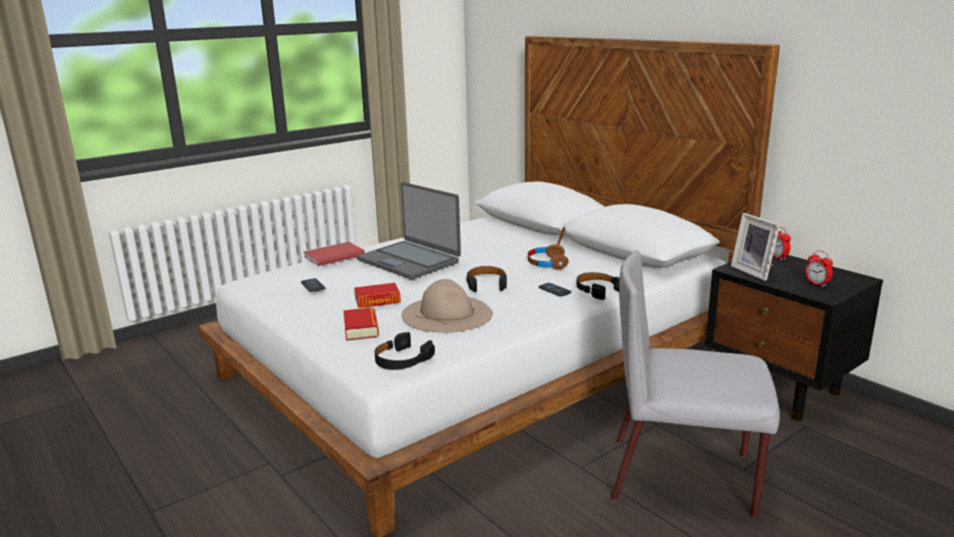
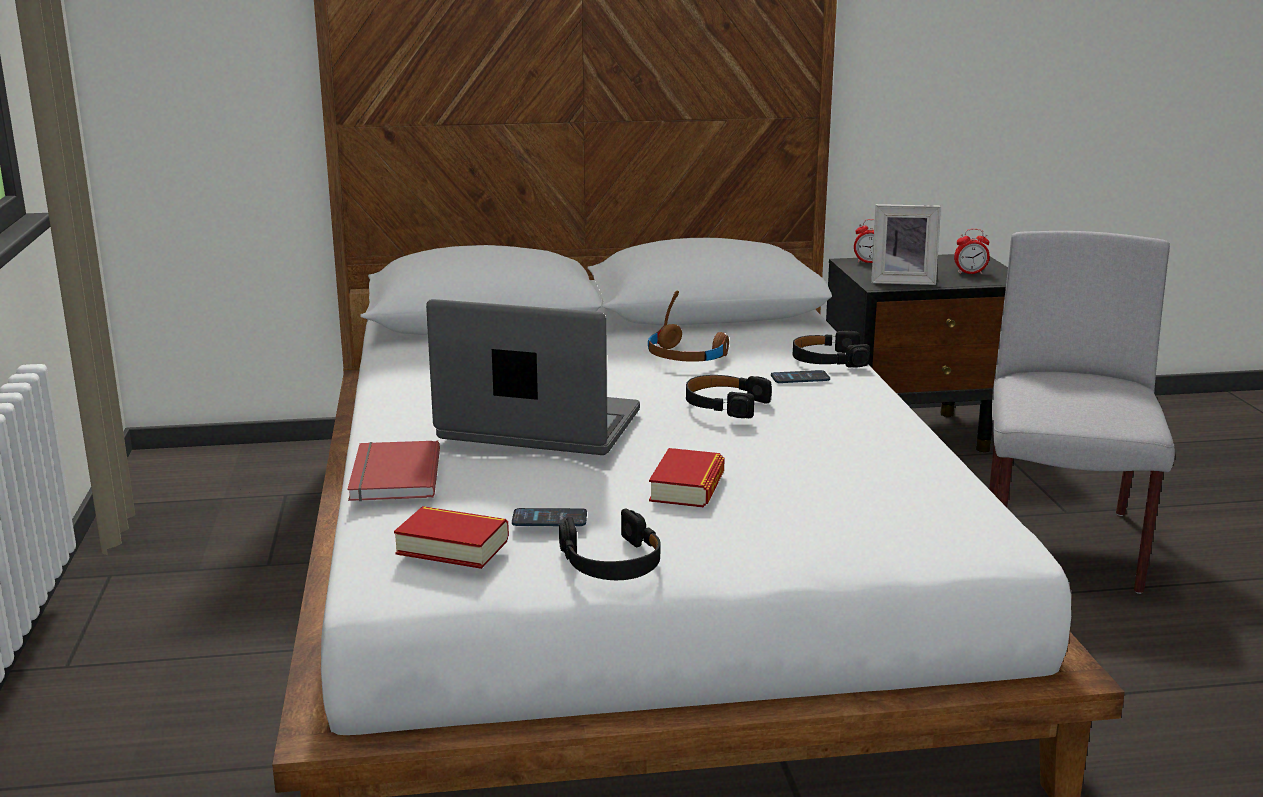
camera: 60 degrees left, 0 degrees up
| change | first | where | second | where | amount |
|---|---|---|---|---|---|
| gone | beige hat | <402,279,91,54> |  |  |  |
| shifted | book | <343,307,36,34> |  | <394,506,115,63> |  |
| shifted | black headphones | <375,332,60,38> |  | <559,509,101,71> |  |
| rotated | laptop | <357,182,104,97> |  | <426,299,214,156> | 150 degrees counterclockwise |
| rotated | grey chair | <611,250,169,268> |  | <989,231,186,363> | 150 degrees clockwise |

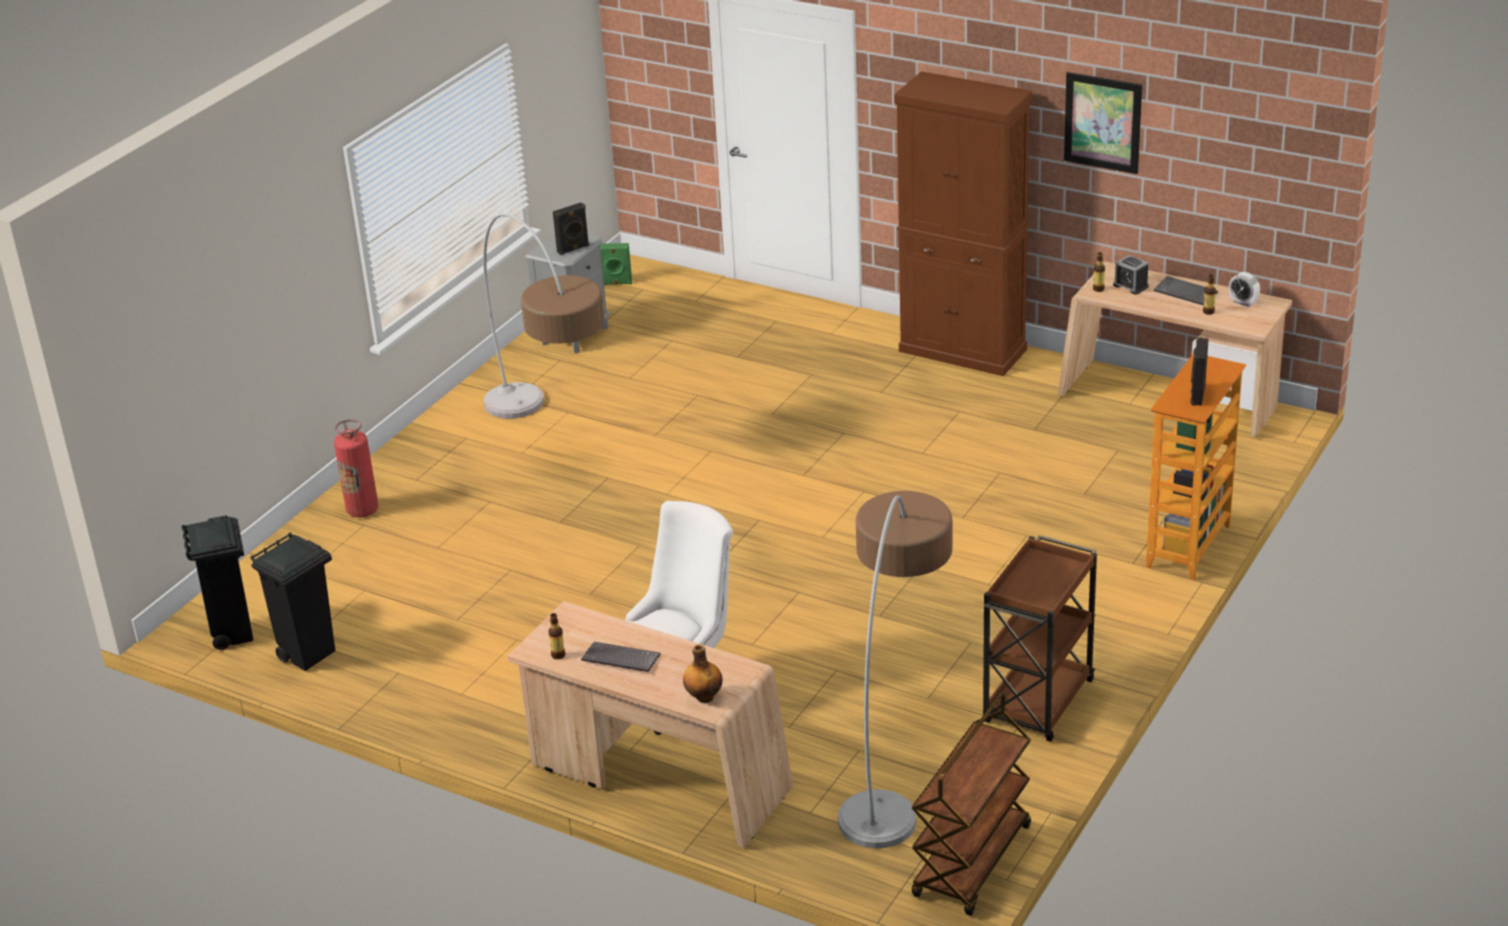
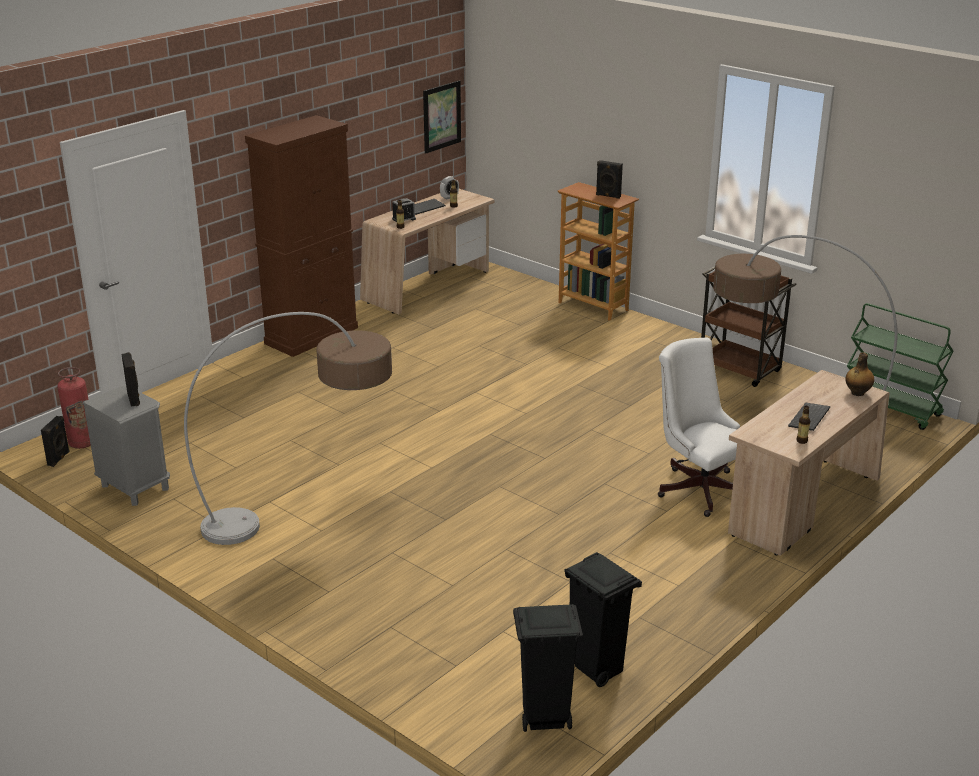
camera: 80 degrees left, 5 degrees down
| change | first | where | second | where | amount |
|---|---|---|---|---|---|
| shifted | fire extinguisher | <334,419,45,99> |  | <57,367,34,82> |  |
| shifted | picture | <1064,72,78,102> |  | <423,80,38,74> |  |
| repainted | green speaker | <600,243,32,42> | black speaker | <41,416,29,51> |  |
| repainted | brown cart | <912,692,119,224> | green cart | <847,303,106,127> |  |

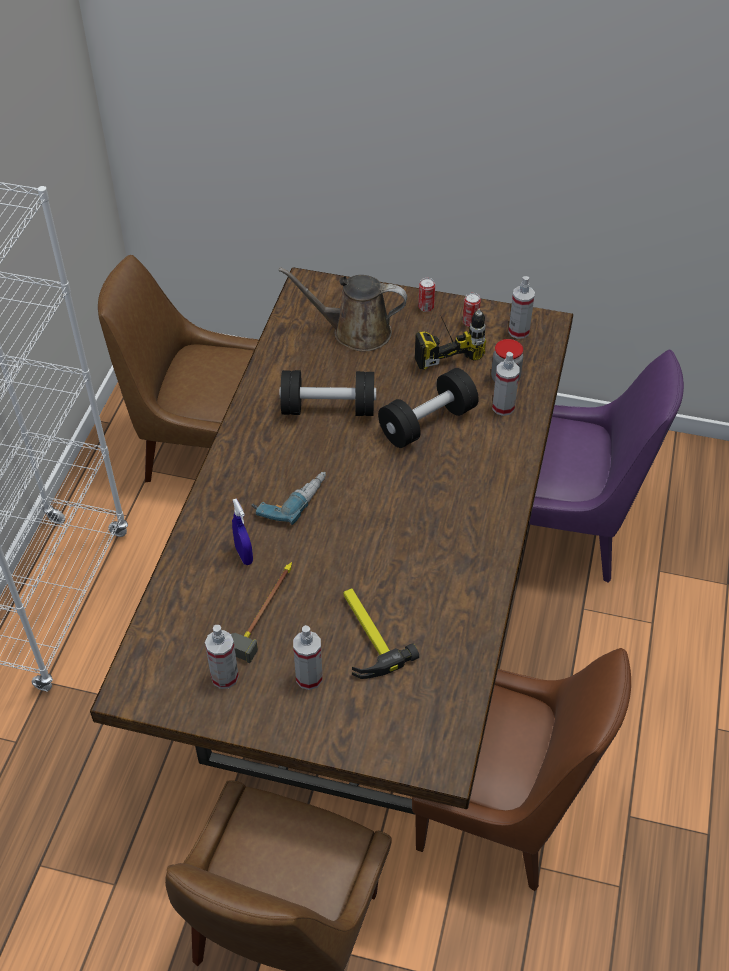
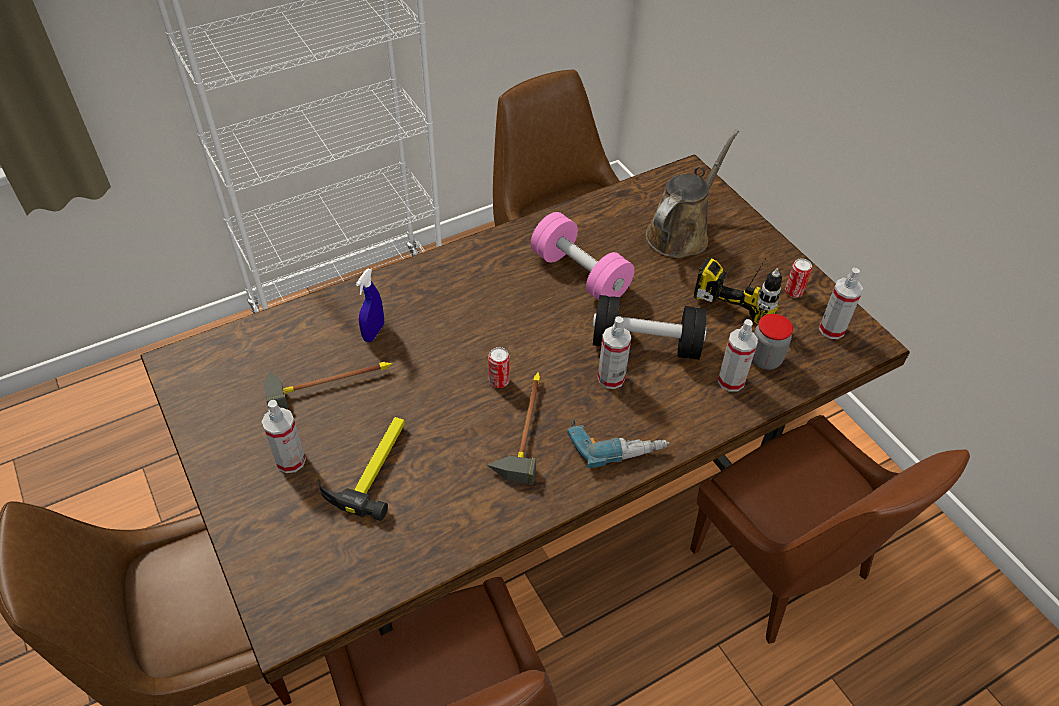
camera: 45 degrees right, 0 degrees up
| change | first | where | second | where | amount |
|---|---|---|---|---|---|
| new |  |  | hammer | <487,373,53,112> |  |
| shifted | spray bottle | <205,625,34,64> |  | <598,316,33,73> |  |
| shifted | power drill | <251,472,75,53> |  | <567,420,103,48> |  |
| shifted | can | <418,278,17,34> |  | <488,347,21,41> |  |
| repainted | black dumbbell | <280,370,96,46> | pink dumbbell | <531,212,104,88> |  |
| repainted | purple chair | <529,350,155,233> | brown chair | <690,415,280,229> |  |
| rotated | brown watering can | <278,267,129,85> |  | <646,129,93,129> | 75 degrees clockwise |

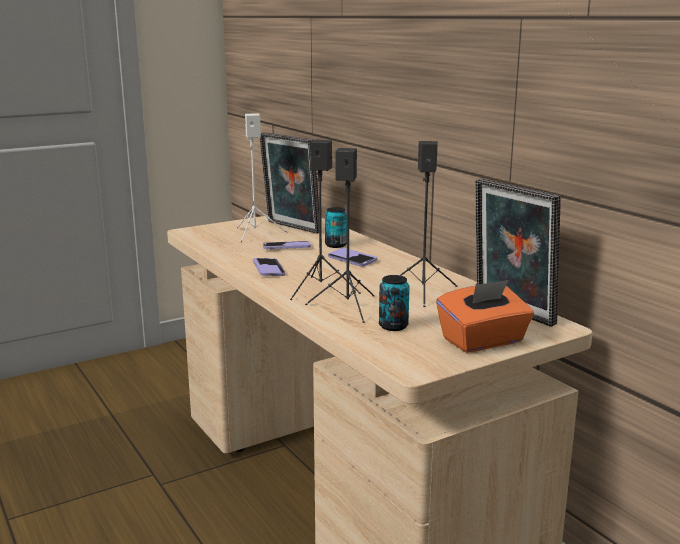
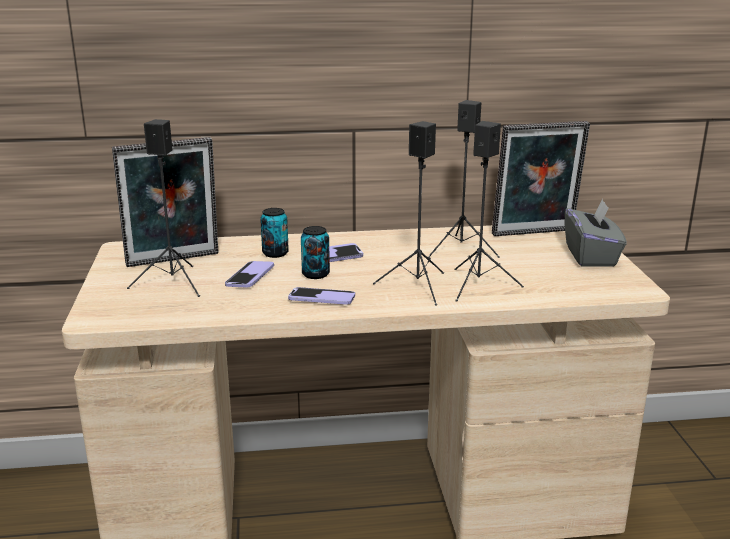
camera: 65 degrees left, 5 degrees up
| change | first | where | second | where | amount |
|---|---|---|---|---|---|
| shifted | can | <379,275,31,56> |  | <301,226,29,53> |  |
| repainted | white speaker | <236,114,52,129> | black speaker | <127,119,73,178> |  |
| repainted | orange tissue box | <436,280,98,73> | grey tissue box | <565,198,62,69> |  |

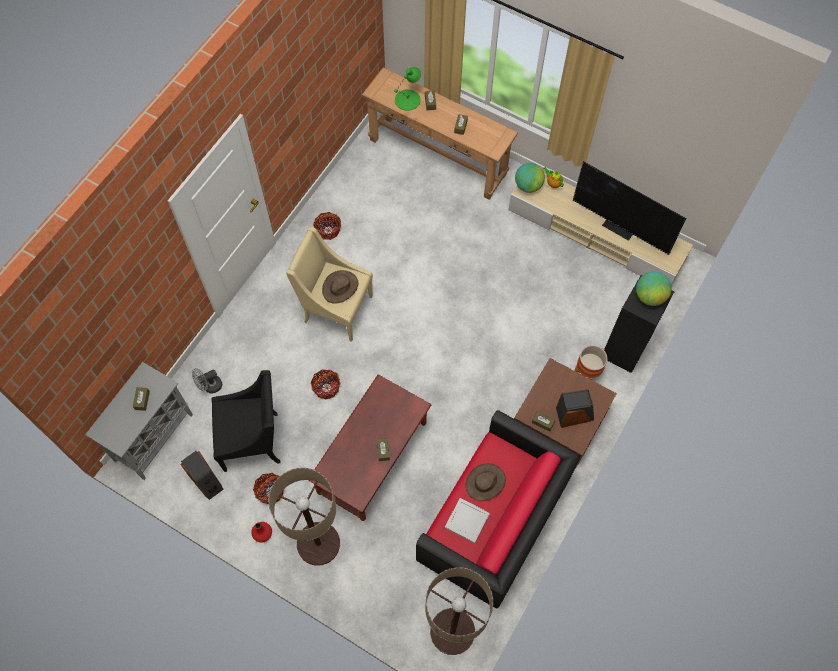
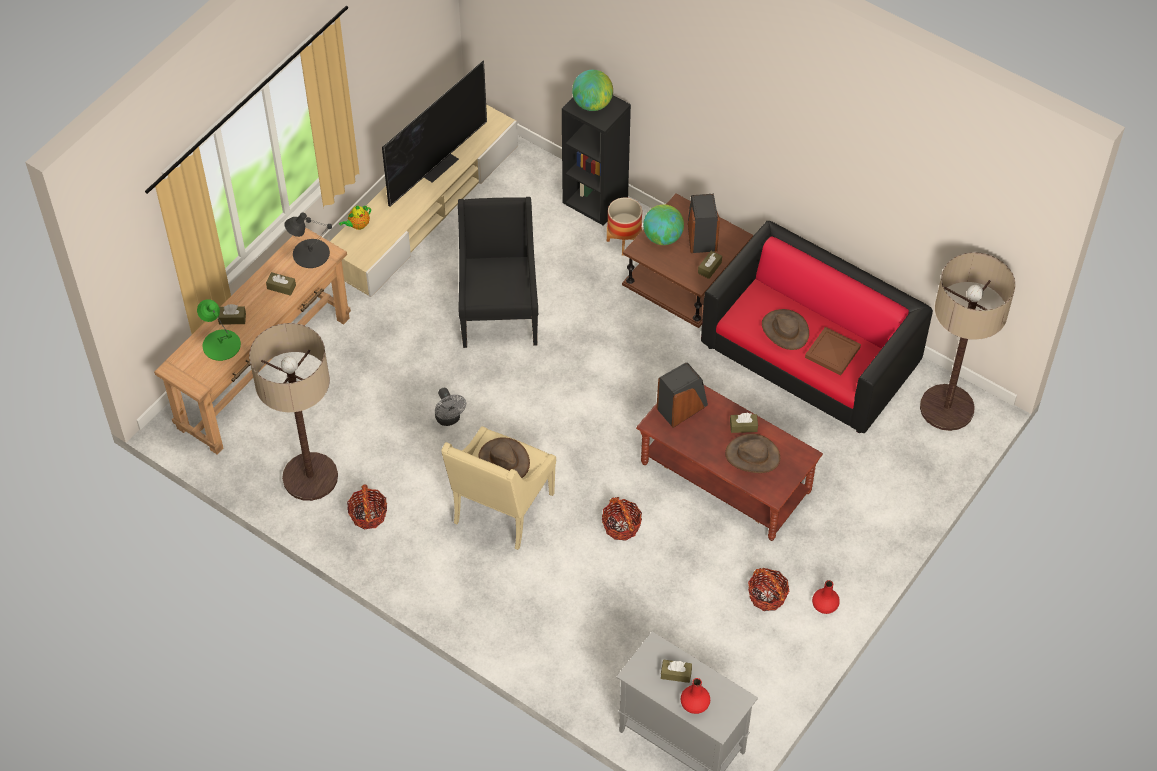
camera: 85 degrees left, 10 degrees down
| change | first | where | second | where | amount |
|---|---|---|---|---|---|
| new |  |  | black table lamp | <284,212,48,56> |  |
| new |  |  | red vase | <681,678,29,36> |  |
| new |  |  | brown hat | <725,434,55,39> |  |
| shifted | speaker | <180,451,44,49> |  | <656,363,52,65> |  |
| shifted | grey fan | <192,368,30,25> |  | <435,388,31,38> |  |
| shifted | black armchair | <212,370,69,102> |  | <458,197,80,151> |  |
| shifted | floor lamp | <268,468,72,98> |  | <249,323,89,178> |  |
| shifted | globe | <515,163,30,30> |  | <643,204,41,41> |  |
| repainted | white tray | <445,498,45,46> | brown tray | <805,327,56,49> |  |

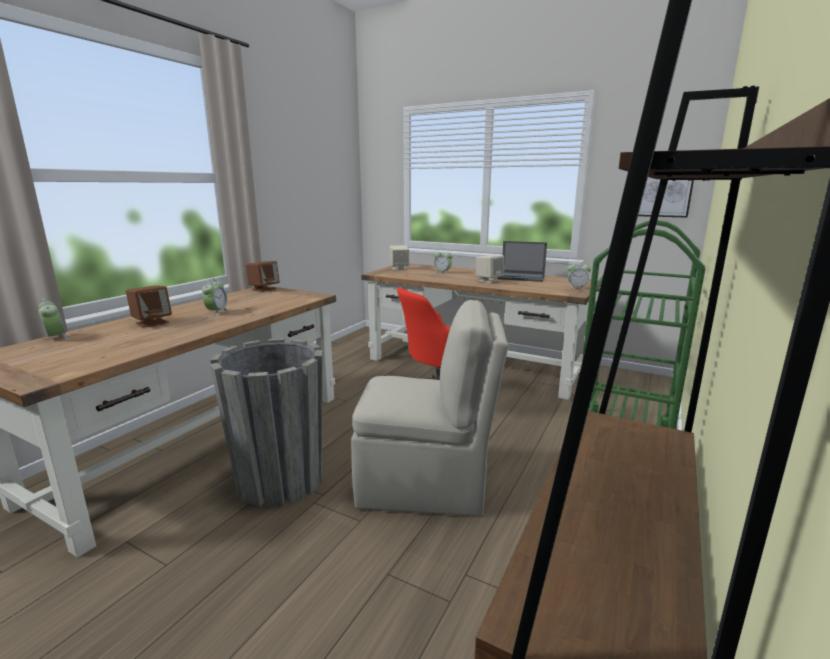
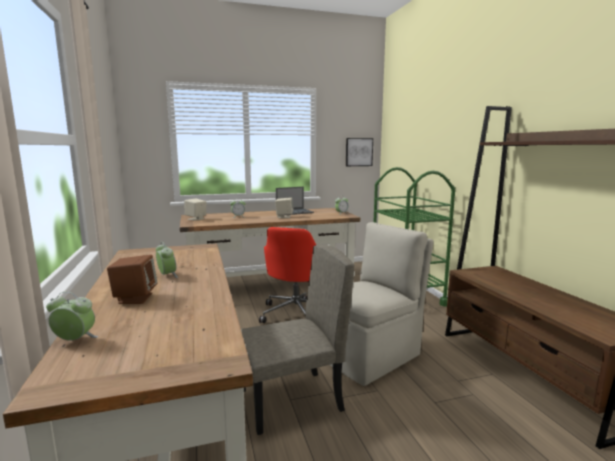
camera: 45 degrees left, 5 degrees down
| change | first | where | second | where | amount |
|---|---|---|---|---|---|
| gone | brown speaker | <246,261,34,31> |  |  |  |
| swapped | grey planter | <210,338,113,169> | beige chair | <241,245,113,190> |  |

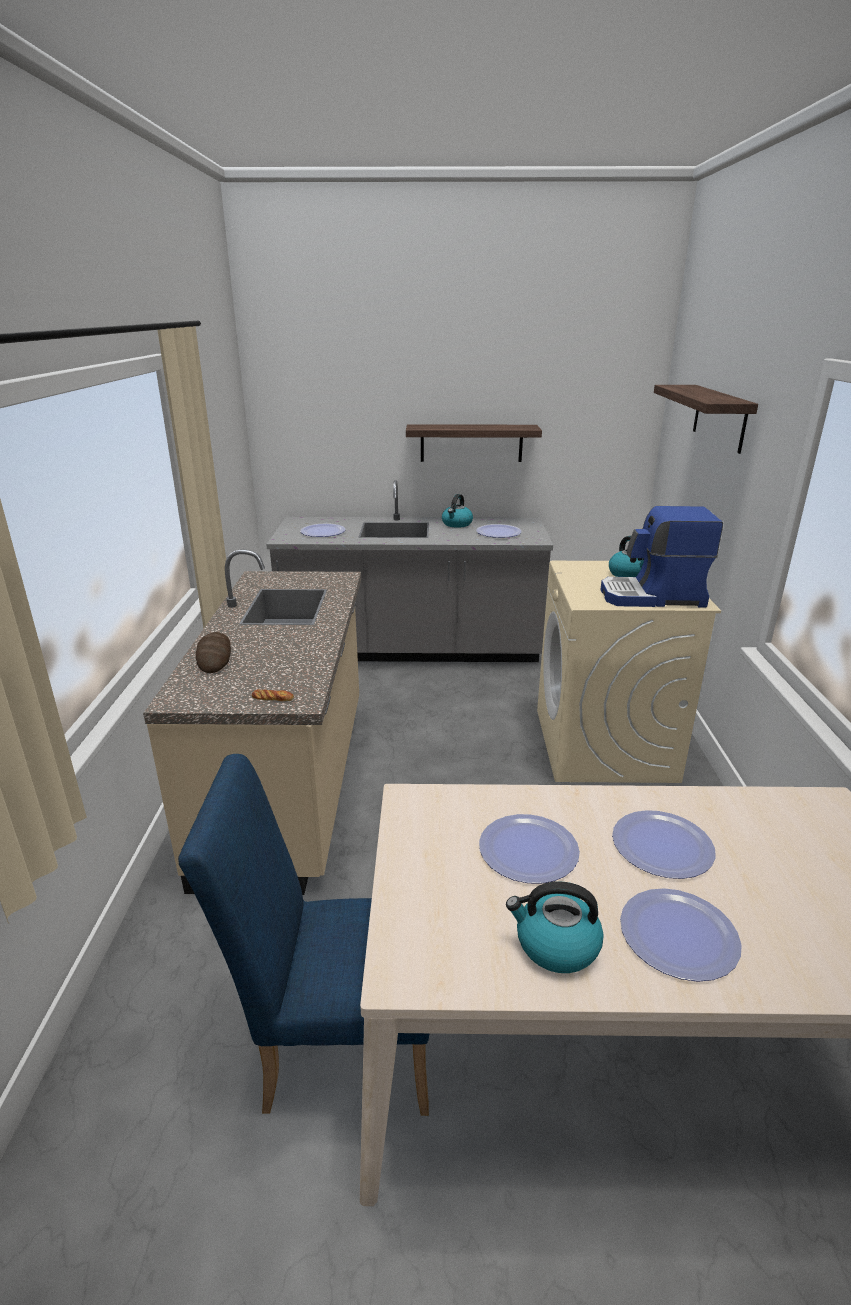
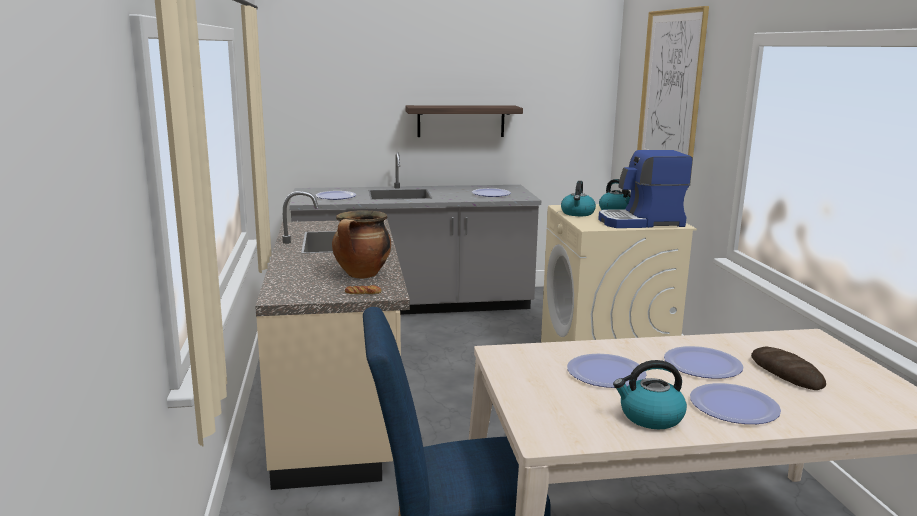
camera: 10 degrees left, 10 degrees down
| change | first | where | second | where | amount |
|---|---|---|---|---|---|
| new |  |  | cooking pot | <332,210,59,69> |  |
| shifted | bread | <196,632,35,41> |  | <751,347,75,43> |  |
| shifted | kettle | <442,494,31,34> |  | <561,181,35,35> |  |
| swapped | shelf | <654,385,104,69> | picture | <637,6,72,157> |  |

